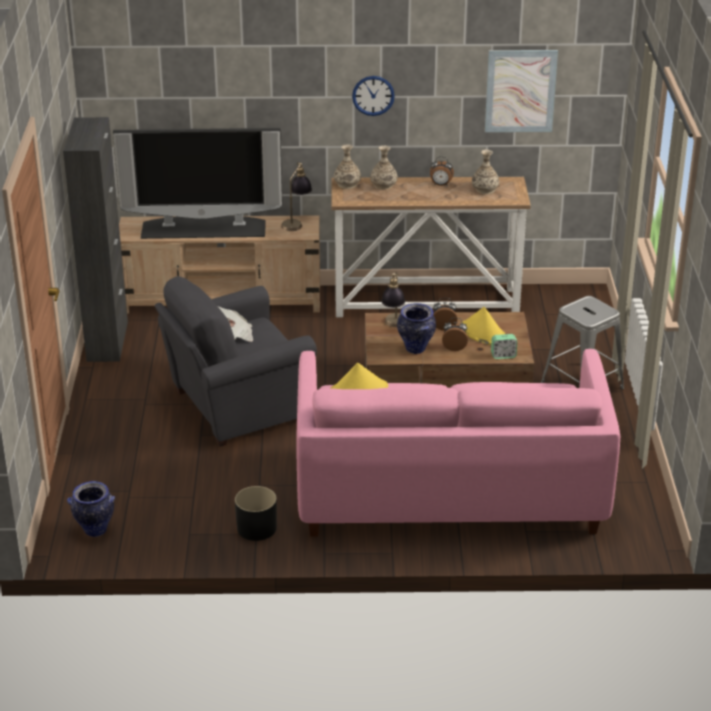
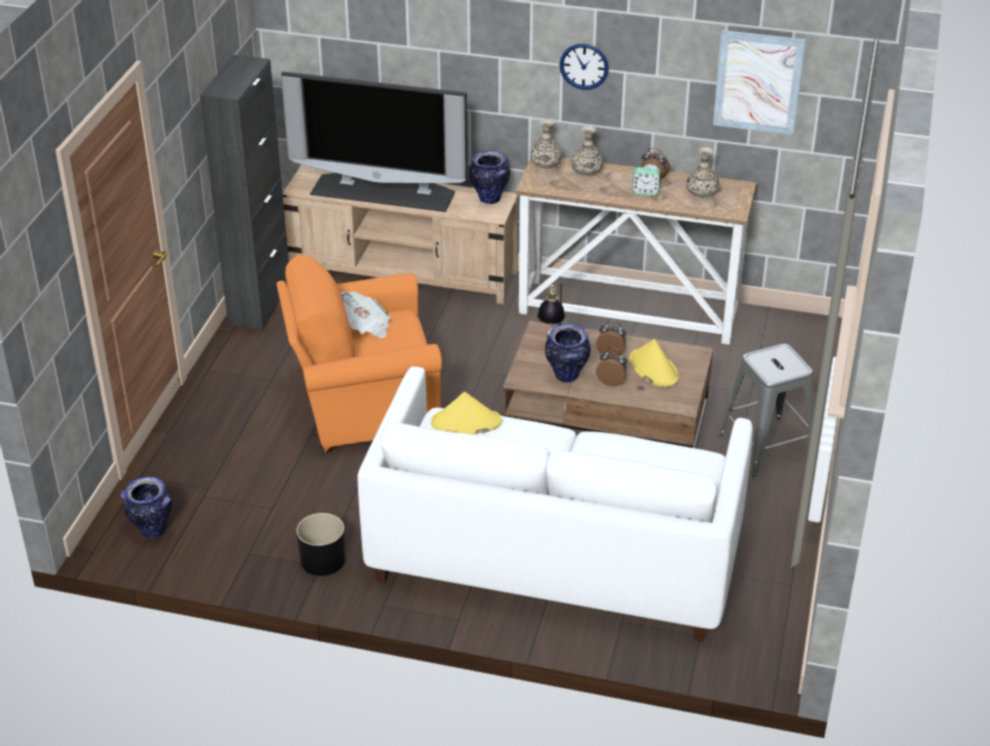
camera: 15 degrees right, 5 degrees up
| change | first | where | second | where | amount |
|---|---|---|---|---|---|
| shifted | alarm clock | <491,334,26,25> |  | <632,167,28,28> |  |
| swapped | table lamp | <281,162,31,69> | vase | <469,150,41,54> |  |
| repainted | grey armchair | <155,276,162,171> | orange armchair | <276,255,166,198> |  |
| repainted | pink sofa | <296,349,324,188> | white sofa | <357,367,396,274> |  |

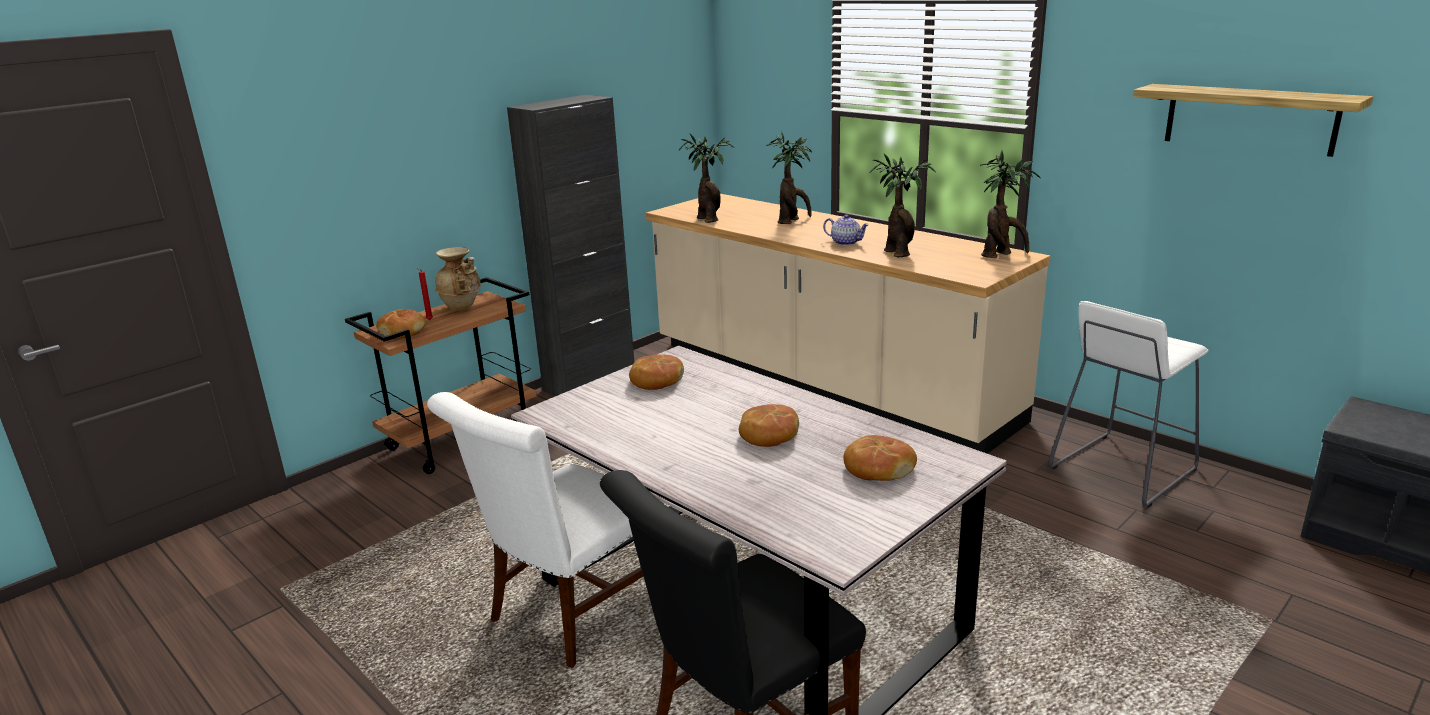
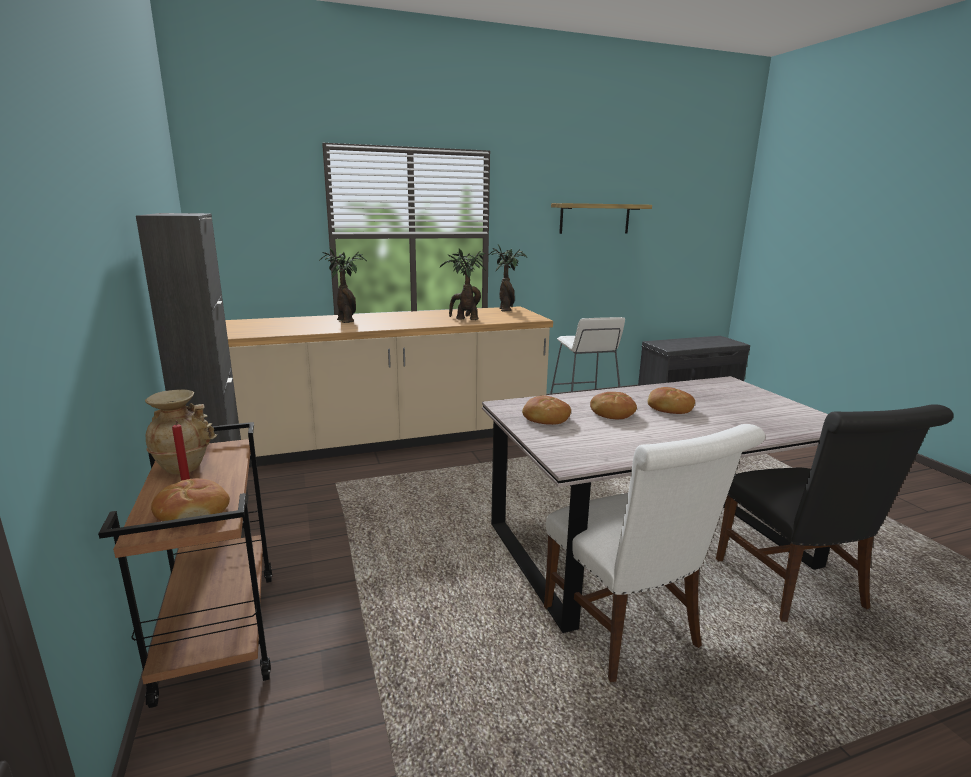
camera: 65 degrees left, 5 degrees down
| change | first | where | second | where | amount |
|---|---|---|---|---|---|
| gone | potted plant | <679,133,55,90> |  |  |  |
| gone | teapot | <823,215,46,31> |  |  |  |
| shifted | bread | <843,435,74,46> |  | <590,392,47,27> |  |

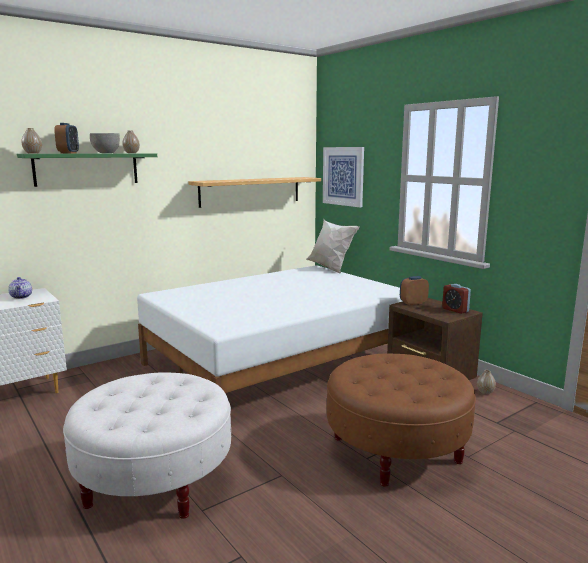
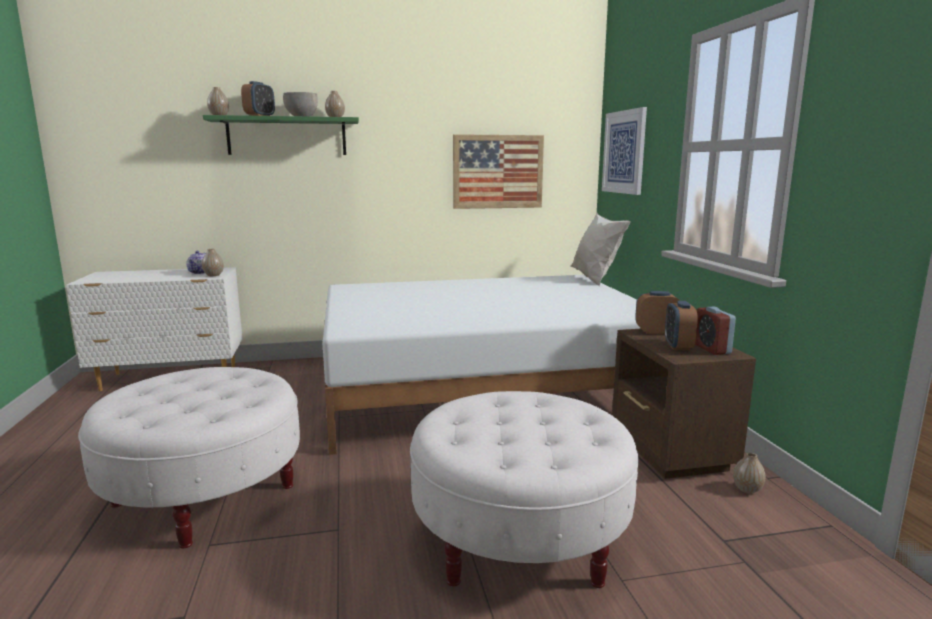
camera: 25 degrees right, 0 degrees up
| change | first | where | second | where | amount |
|---|---|---|---|---|---|
| new |  |  | vase | <202,249,22,27> |  |
| new |  |  | alarm clock | <665,301,33,50> |  |
| swapped | shelf | <189,177,132,31> | picture | <453,134,91,75> |  |
| repainted | brown ottoman | <327,354,149,133> | white ottoman | <410,391,229,197> |  |

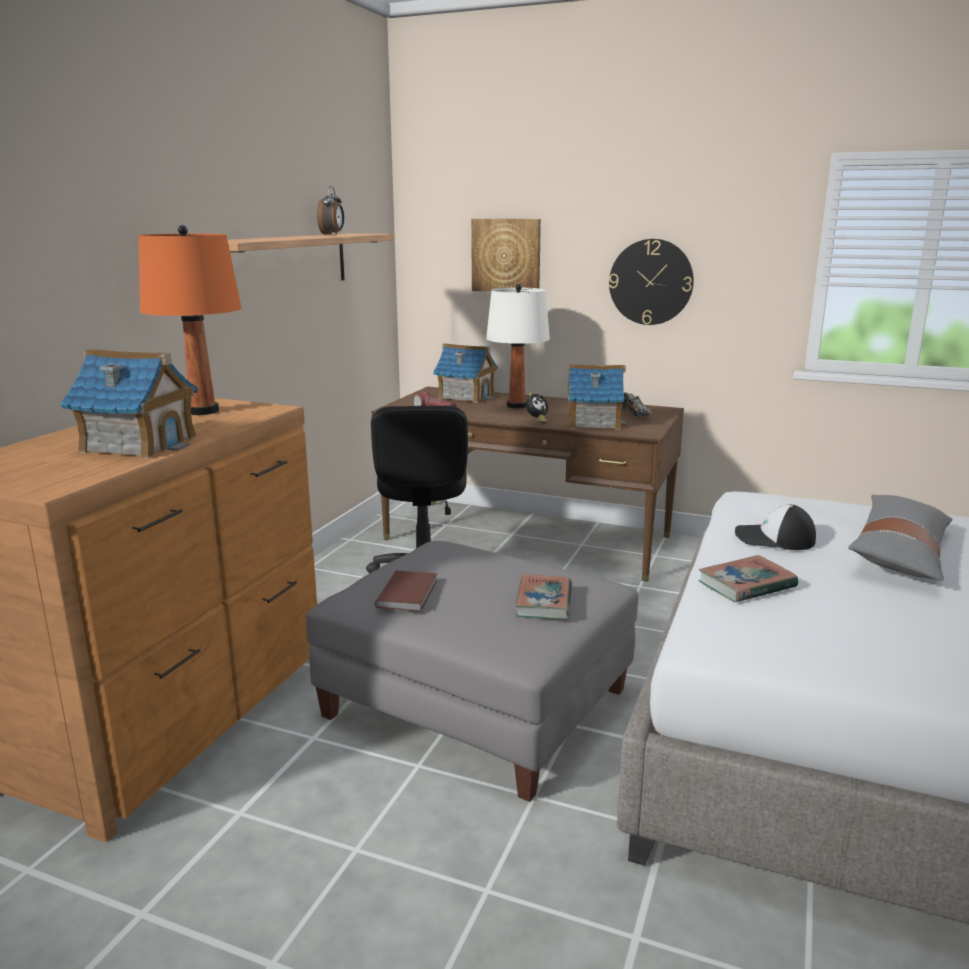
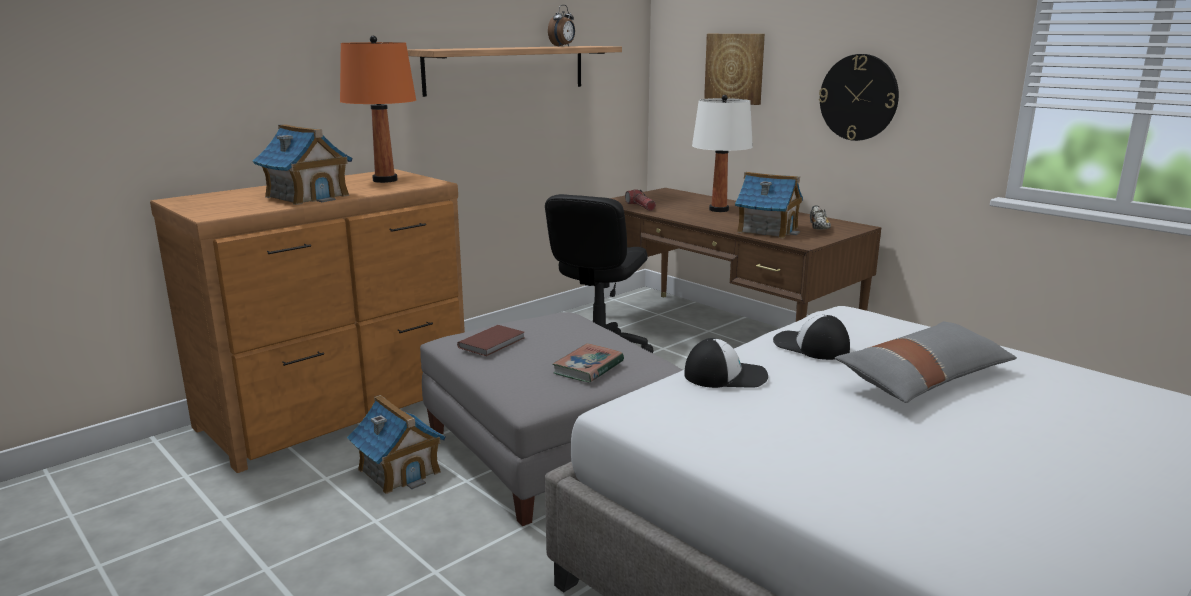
camera: 25 degrees right, 0 degrees up
| change | first | where | second | where | amount |
|---|---|---|---|---|---|
| gone | alarm clock | <526,392,23,31> |  |  |  |
| shifted | toy house | <433,344,65,59> |  | <347,395,99,99> |  |
| swapped | book | <699,555,99,47> | cap | <684,338,84,50> |  |

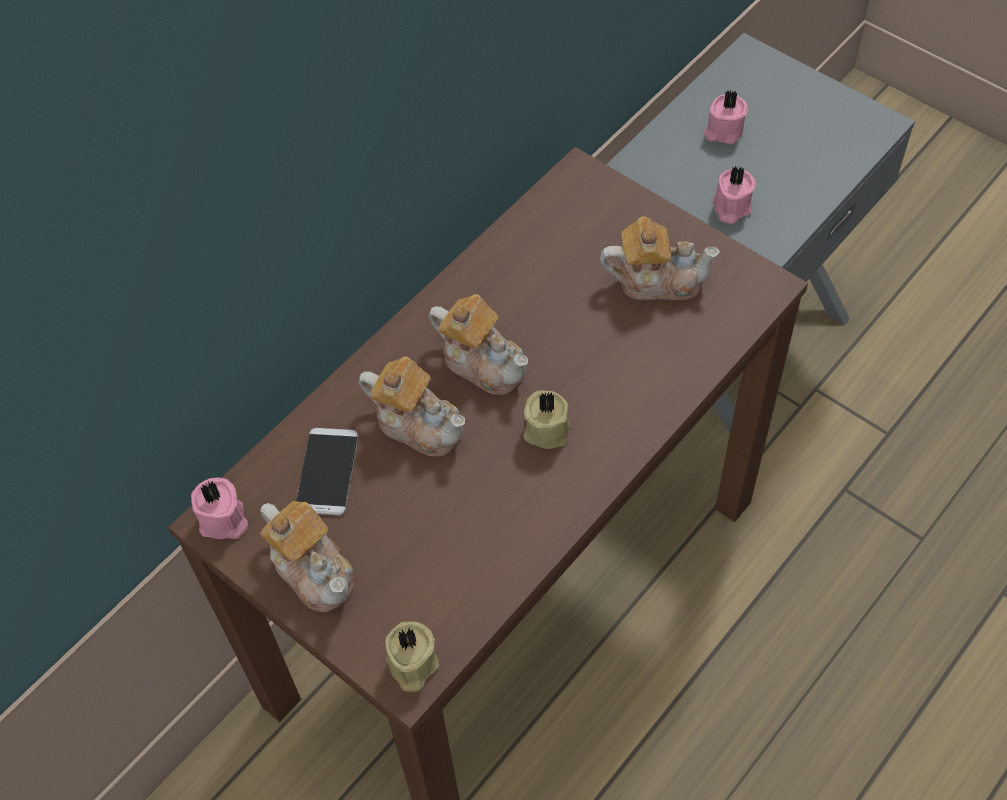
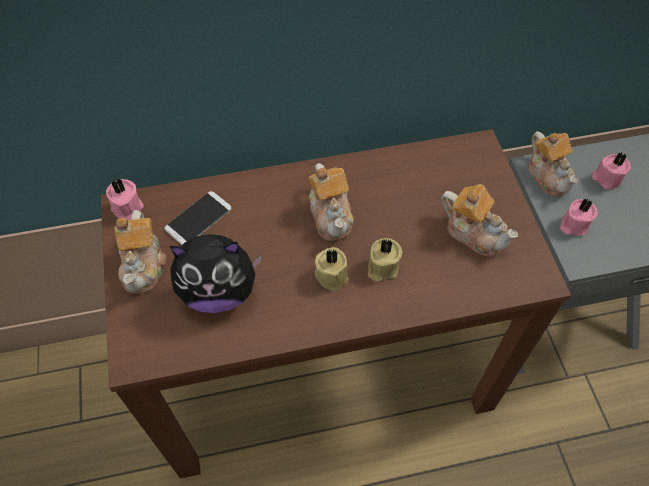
camera: 35 degrees right, 0 degrees up
| change | first | where | second | where | amount |
|---|---|---|---|---|---|
| new |  |  | plush toy | <170,234,92,79> |  |
| shifted | teapot | <359,357,106,99> |  | <528,131,50,66> |  |
| shifted | beige candle | <385,621,54,70> |  | <368,238,34,44> |  |

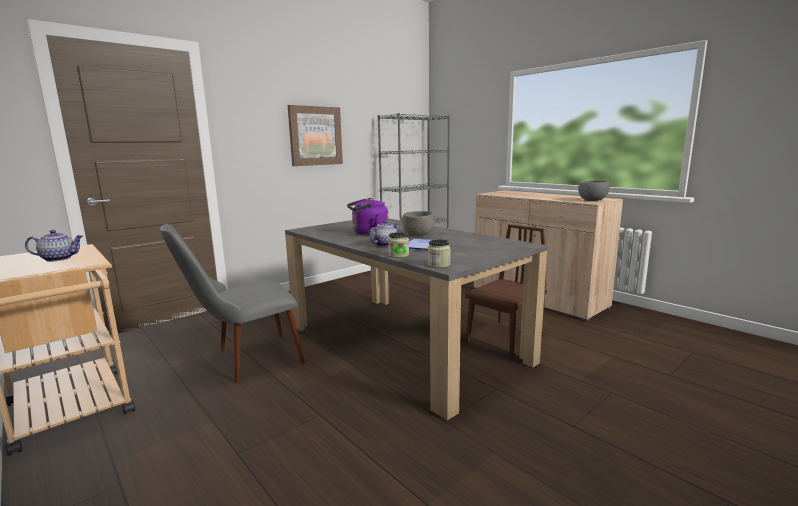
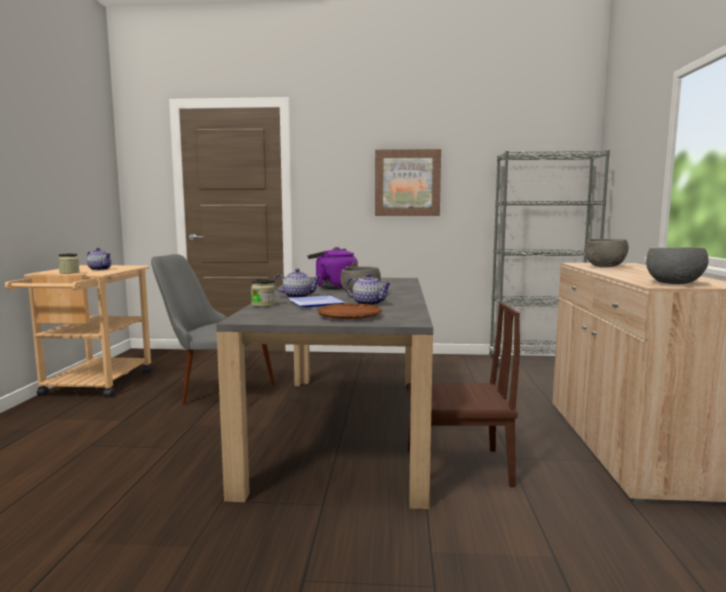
camera: 45 degrees right, 5 degrees down
| change | first | where | second | where | amount |
|---|---|---|---|---|---|
| new |  |  | brown plate | <317,303,66,16> |  |
| new |  |  | teapot | <346,273,46,33> |  |
| new |  |  | grey bowl | <585,239,44,28> |  |
| shifted | jar | <428,239,23,29> |  | <58,253,21,21> |  |

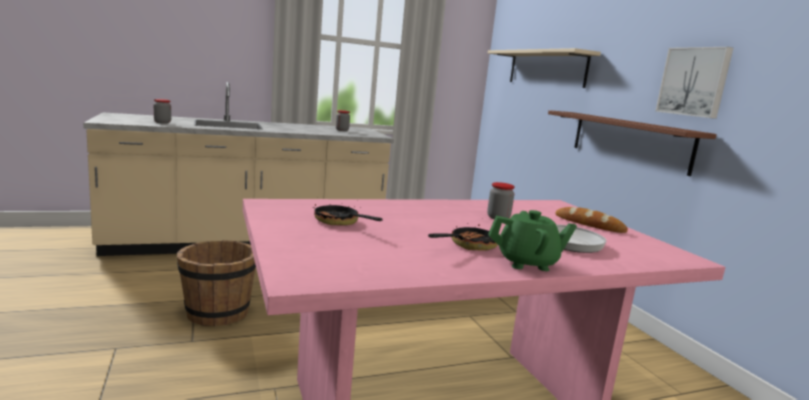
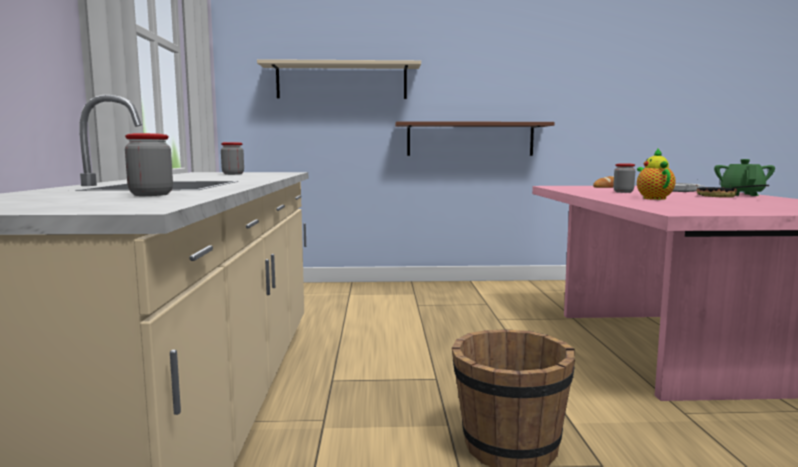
camera: 70 degrees left, 5 degrees down
| change | first | where | second | where | amount |
|---|---|---|---|---|---|
| gone | frying pan | <313,203,69,22> |  |  |  |
| gone | picture | <655,47,78,72> |  |  |  |
| new |  |  | teapot | <637,149,39,51> |  |

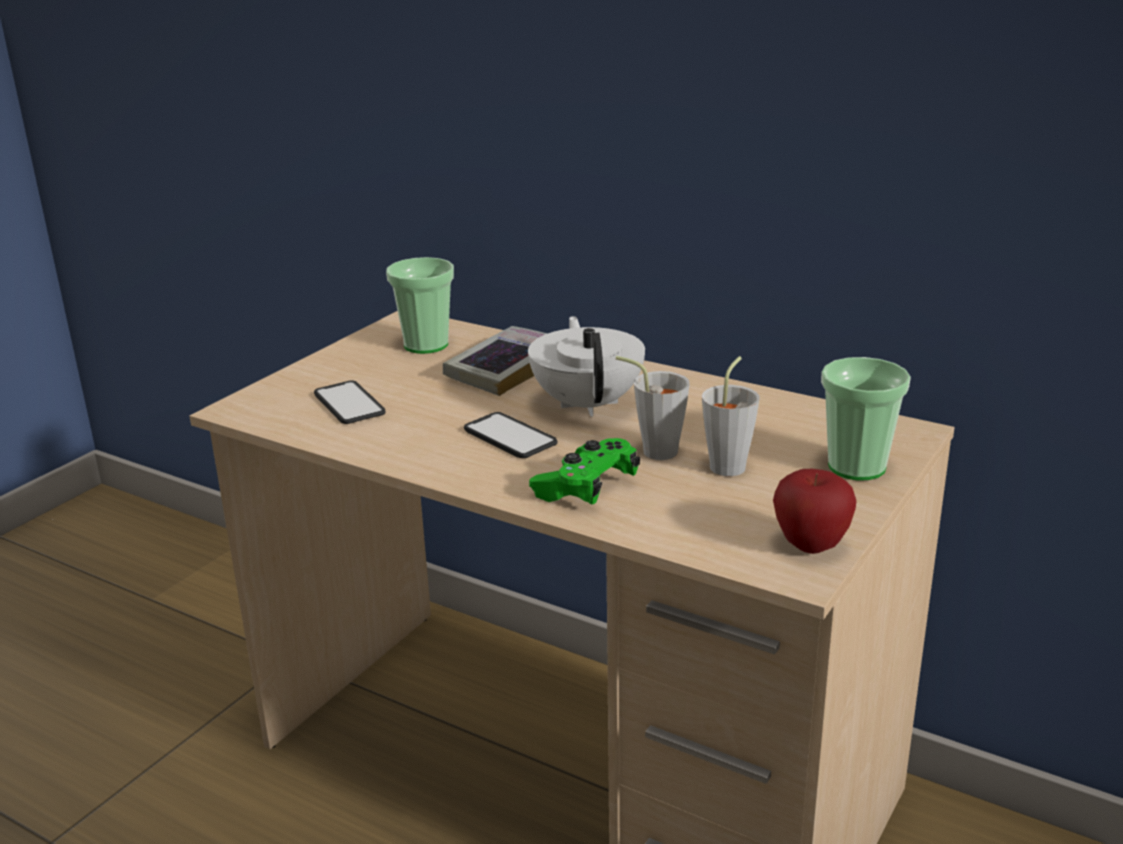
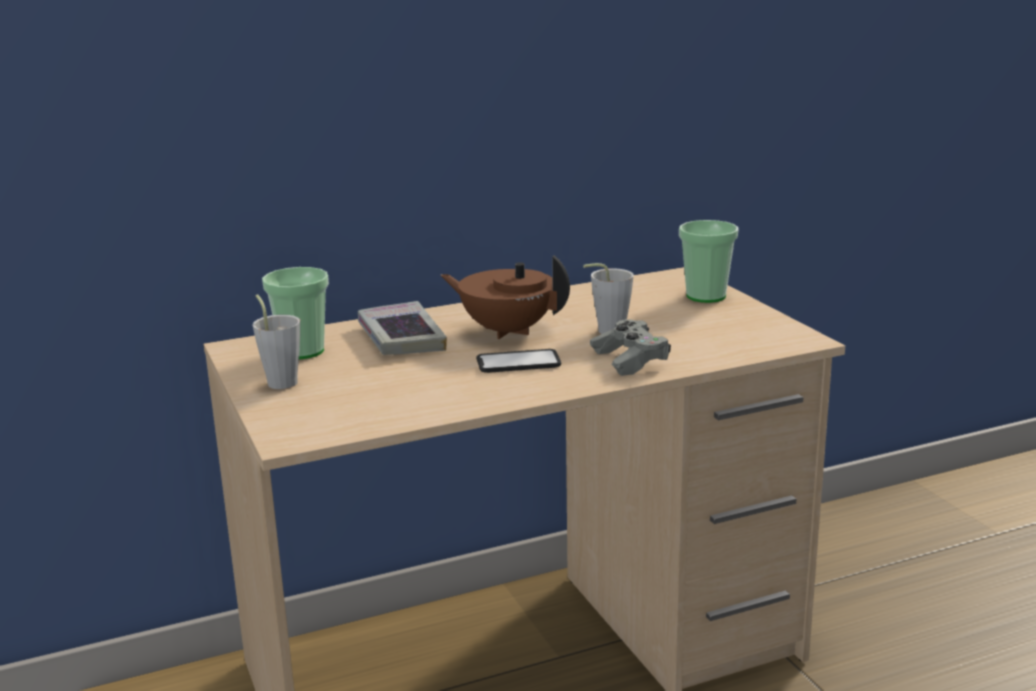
camera: 55 degrees left, 5 degrees down
| change | first | where | second | where | amount |
|---|---|---|---|---|---|
| gone | phone | <314,381,72,43> |  |  |  |
| gone | apple | <773,469,83,85> |  |  |  |
| shifted | grey cup | <702,356,58,120> |  | <252,294,48,95> |  |
| repainted | white teapot | <528,316,117,101> | brown teapot | <441,255,129,84> |  |
| repainted | green game controller | <529,438,111,66> | grey game controller | <590,319,81,57> |  |

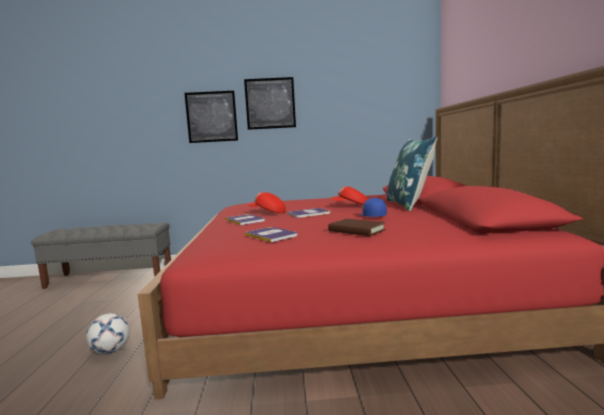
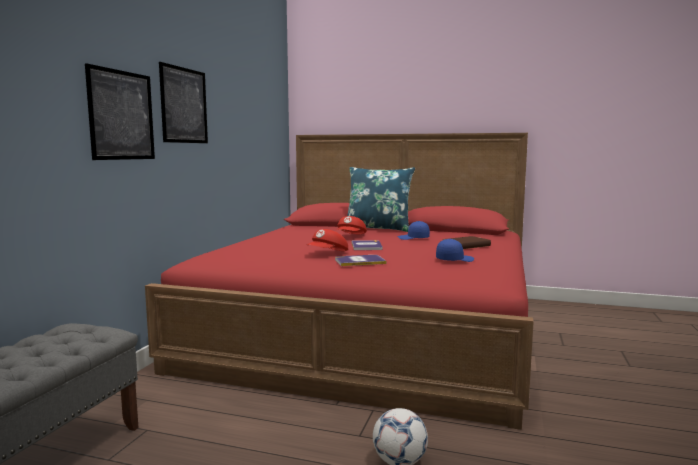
camera: 70 degrees left, 0 degrees up
| change | first | where | second | where | amount |
|---|---|---|---|---|---|
| swapped | book | <245,227,53,15> | blue cap | <436,239,38,23> |  |

